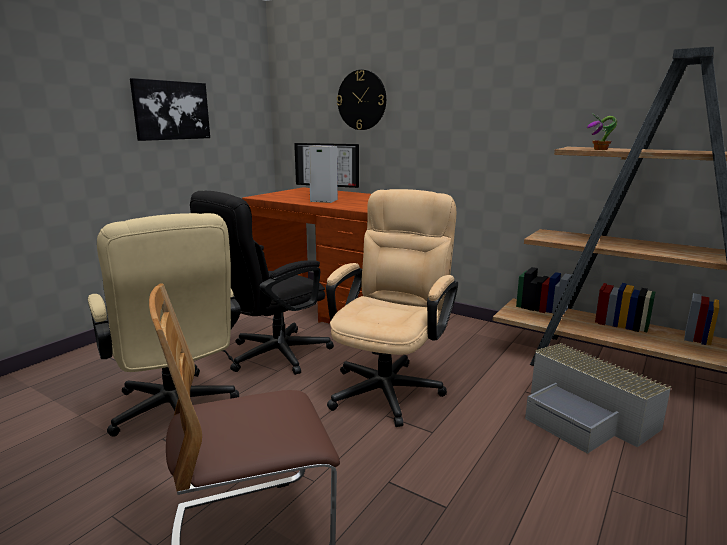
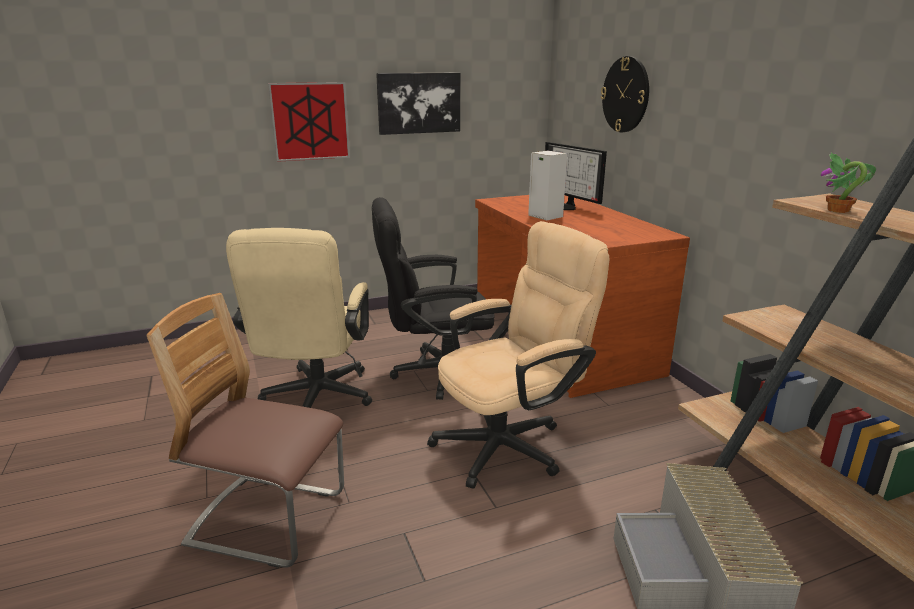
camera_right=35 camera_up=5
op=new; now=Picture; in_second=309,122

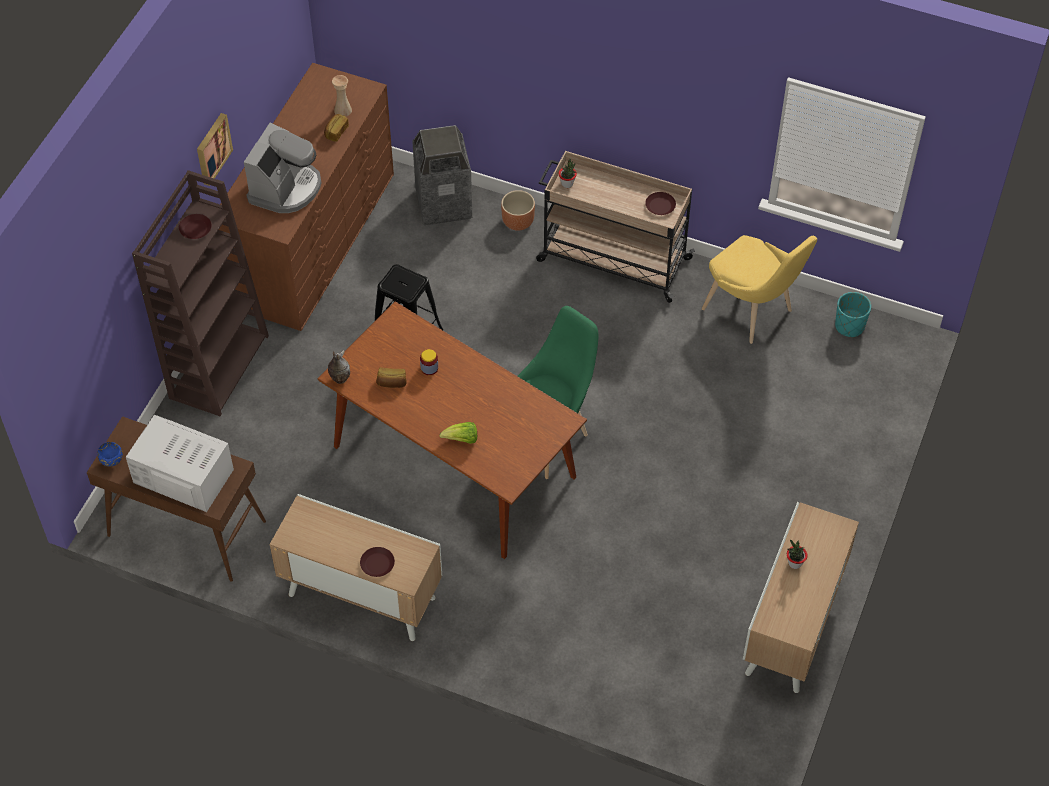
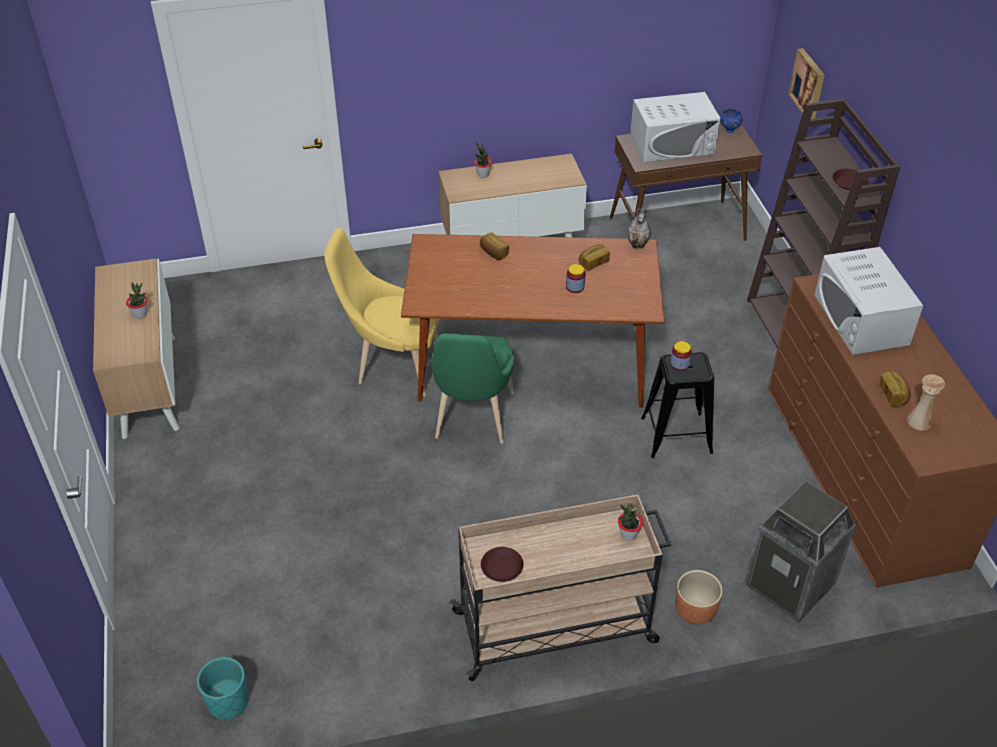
camera_right=145 camera_up=-10
op=shifted; was=YellowChair; in_first=759,289; in_second=382,312
op=swapped; was=BrownPlate; now=PottedPlant; in_first=377,562; in_second=483,160
op=swapped; was=Lettuce; now=Bread; in_first=458,433; in_second=494,246
op=new; now=Jar; in_second=681,356
op=shifted; was=Picture; in_first=215,149; in_second=806,83
op=swapped; was=CoffeeMachine; now=WhiteMicrowave; in_first=282,168; in_second=868,301

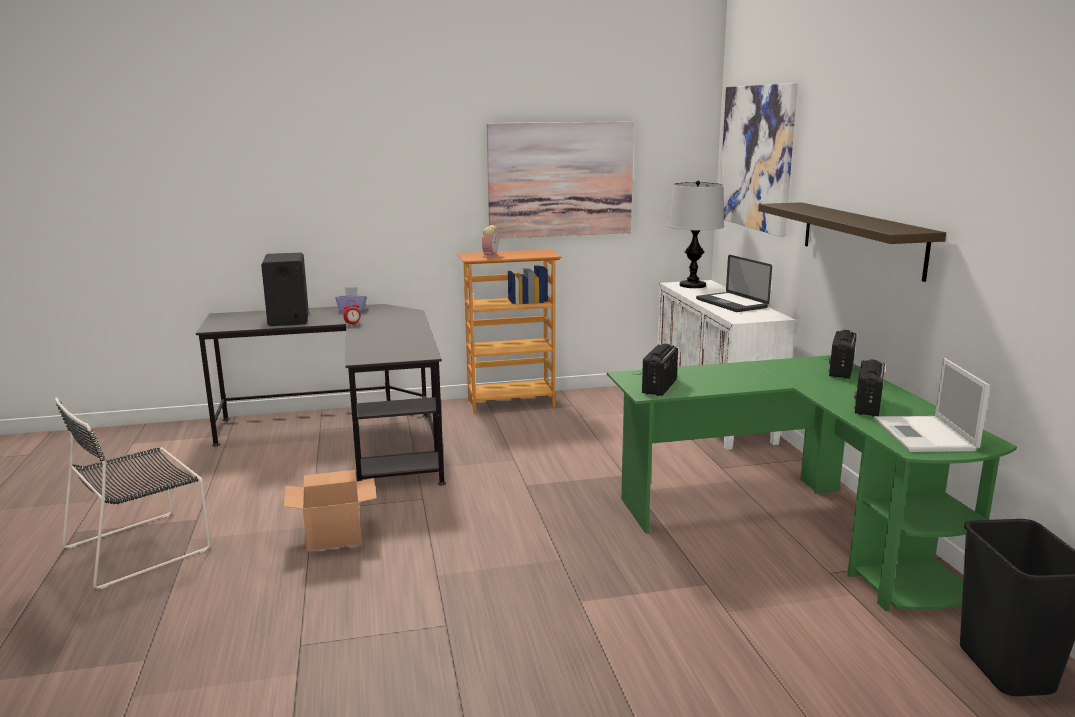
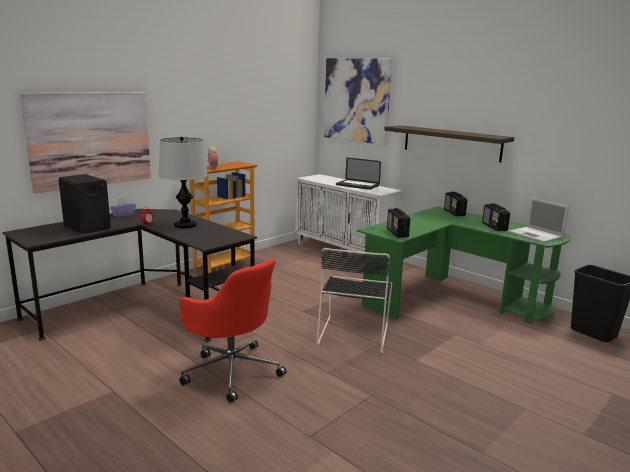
camera_right=-35 camera_up=0
op=shifted; was=Picture; in_first=560,179; in_second=85,142
op=shifted; was=TableLamp; in_first=696,234; in_second=183,183
op=swapped; was=CardboardBox; now=RedOfficeChair; in_first=330,510; in_second=232,331
op=shifted; was=BlackChair; in_first=132,493; in_second=354,300

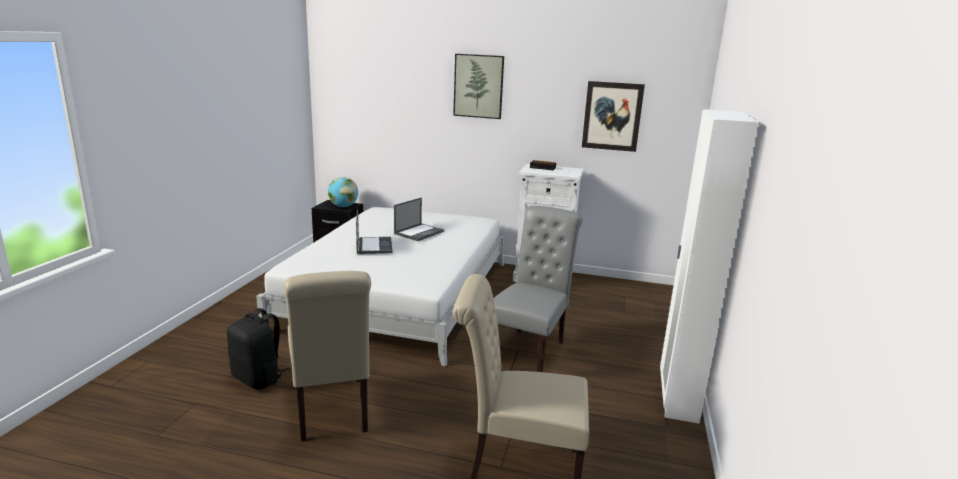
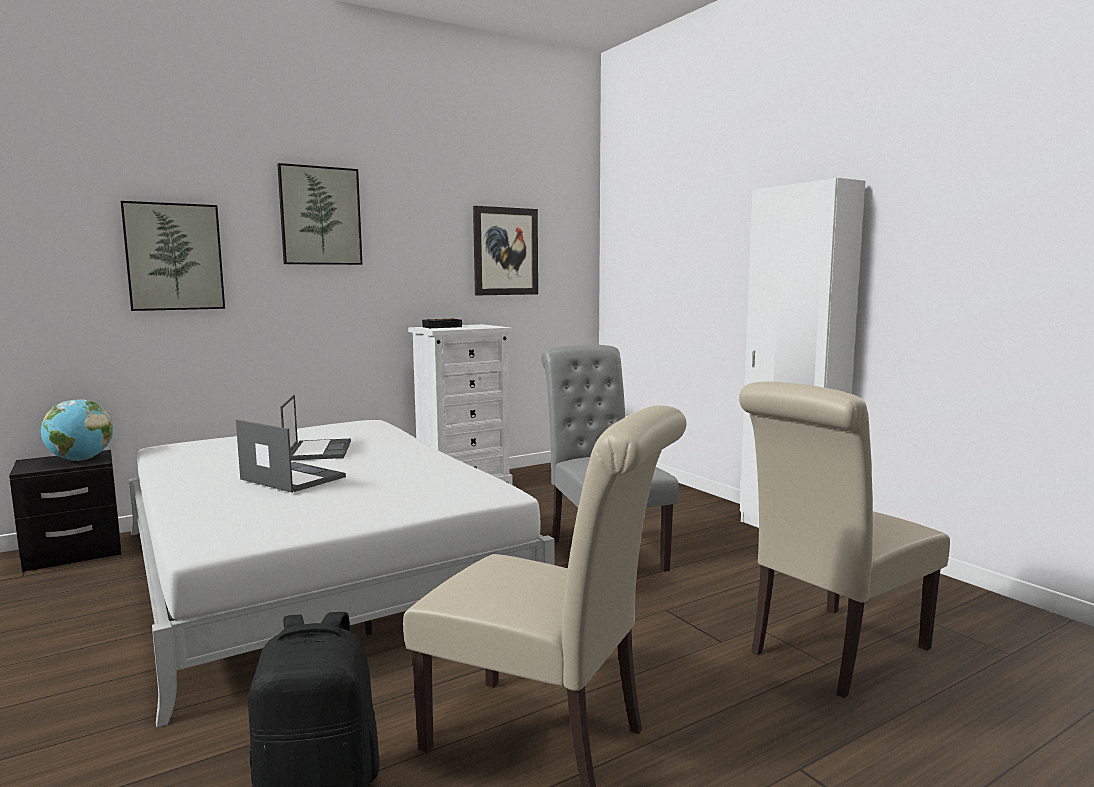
camera_right=-45 camera_up=-10
op=new; now=Picture; in_second=172,256

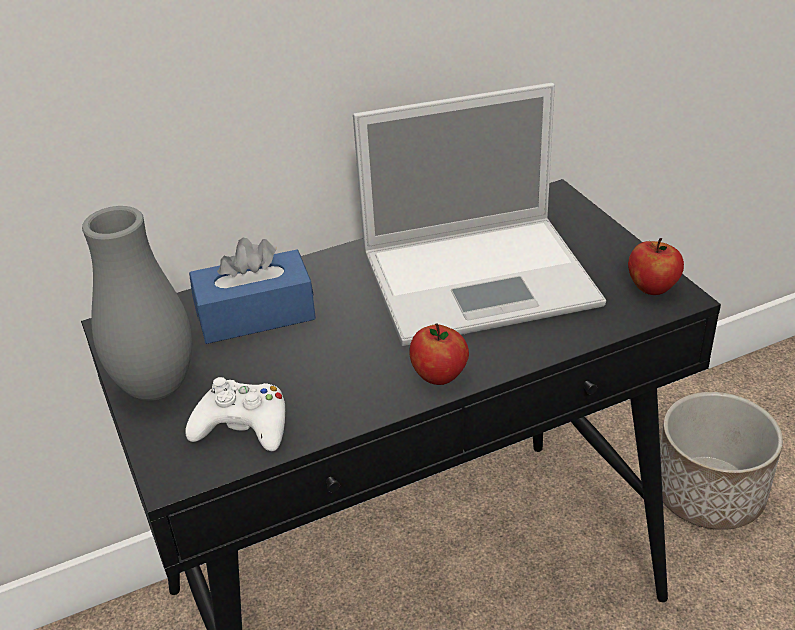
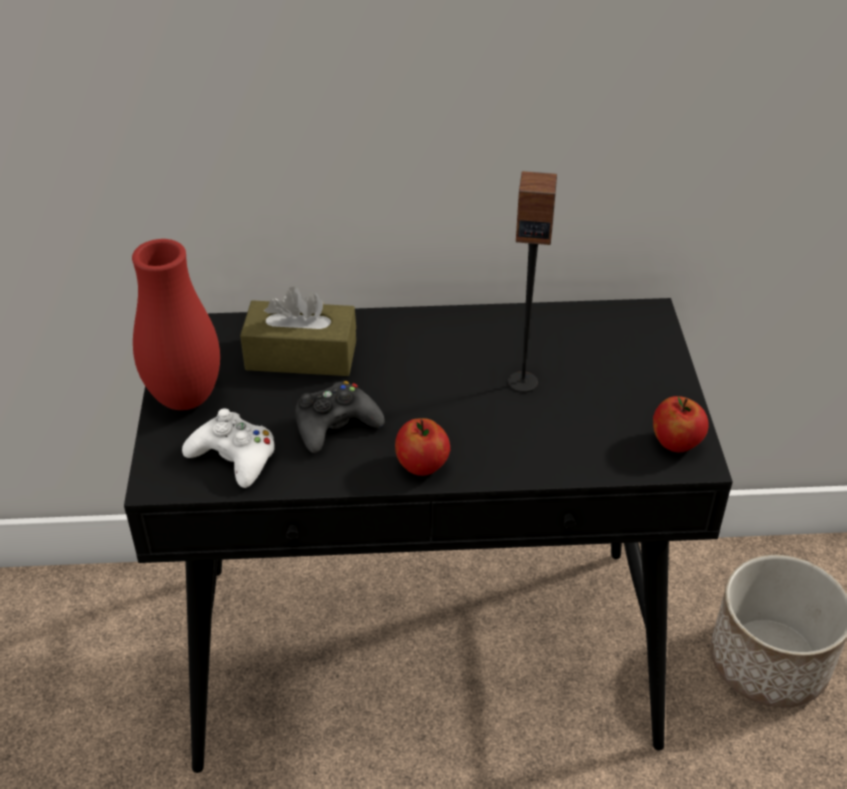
camera_right=20 camera_up=5
op=repainted; was=GreyVase; now=RedVase; in_first=137,303; in_second=176,324
op=repainted; was=BlueTissueBox; now=BrownTissueBox; in_first=252,291; in_second=298,331
op=new; now=BlackGameController; in_second=340,417
op=swapped; was=Laptop; now=Speaker; in_first=479,214; in_second=532,281

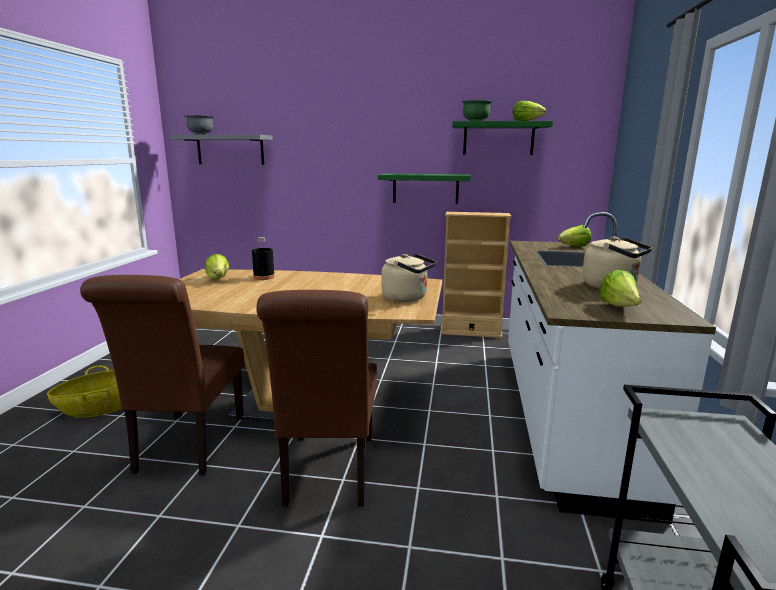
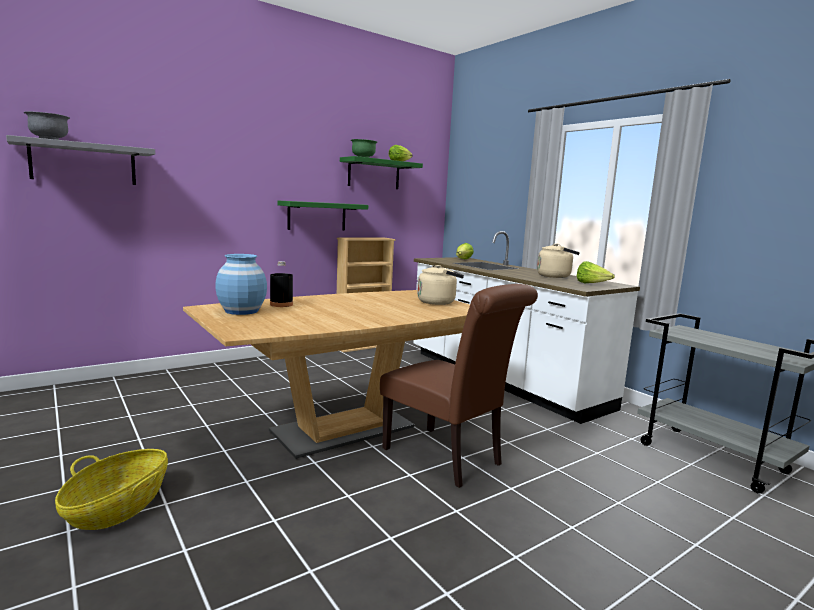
camera_right=-45 camera_up=-5
op=swapped; was=Lettuce; now=BlueVase; in_first=217,266; in_second=241,284
op=gone; was=BrownChair; in_first=162,375

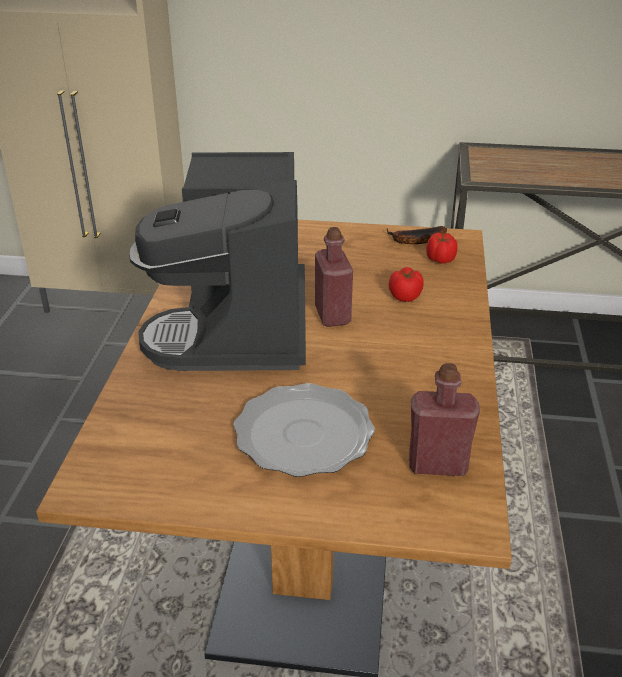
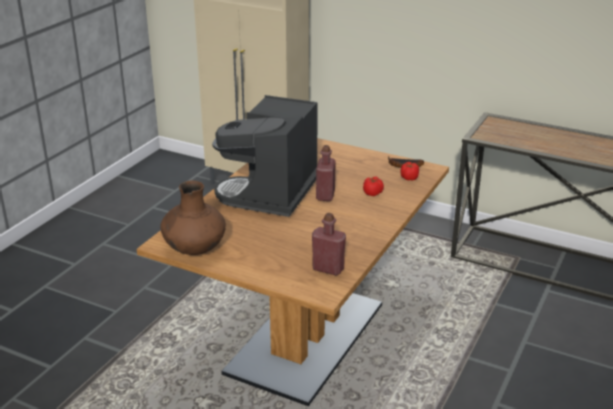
camera_right=20 camera_up=-5
op=new; now=BrownVase; in_second=193,218
op=gone; was=Plate; in_first=304,430

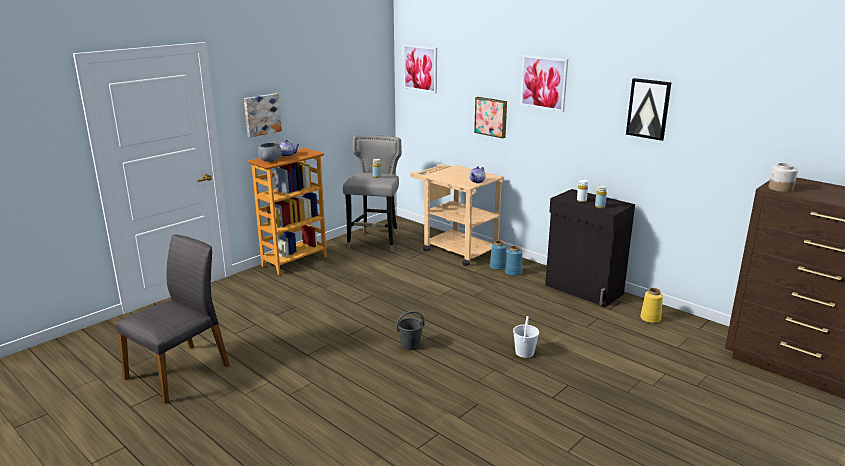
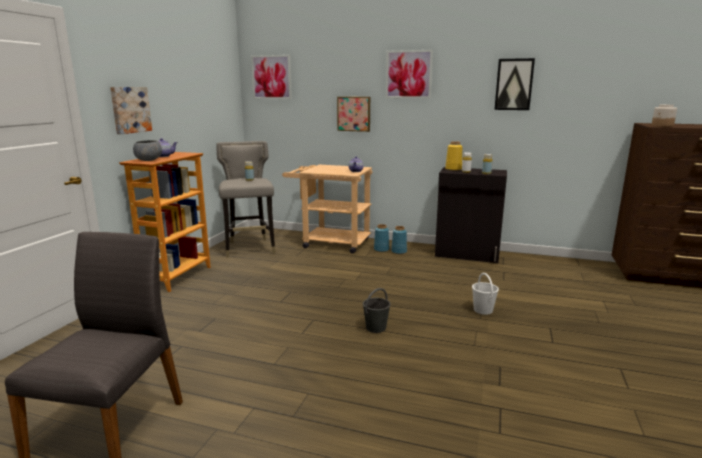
camera_right=-25 camera_up=-5
op=shifted; was=YellowVase; in_first=651,305; in_second=453,156

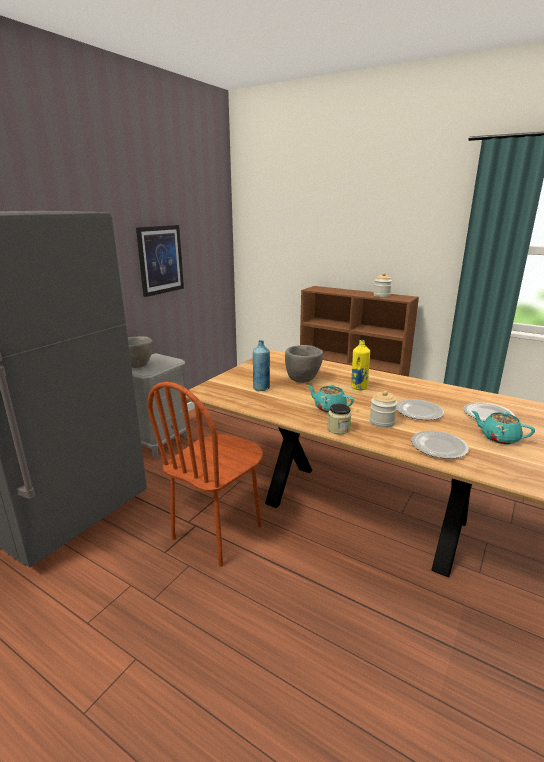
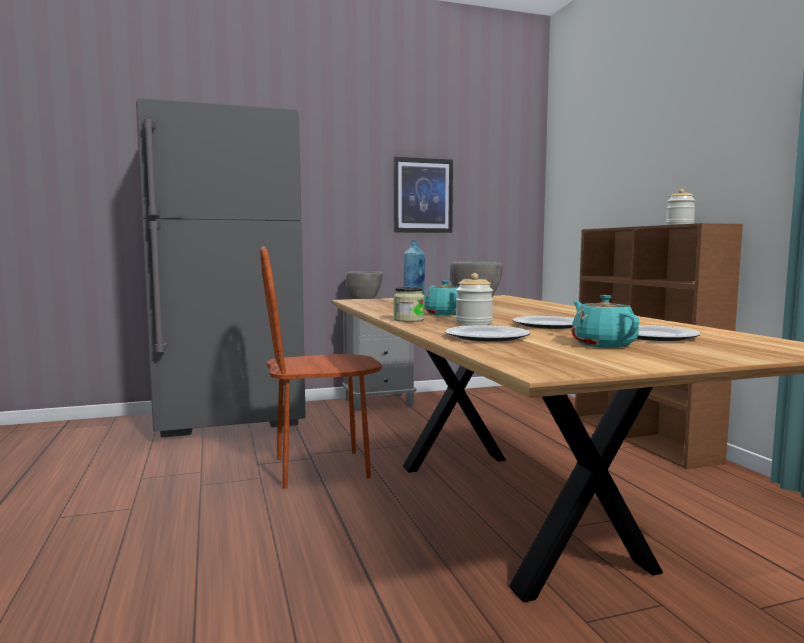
camera_right=40 camera_up=-15
op=gone; was=YellowBottle; in_first=360,365

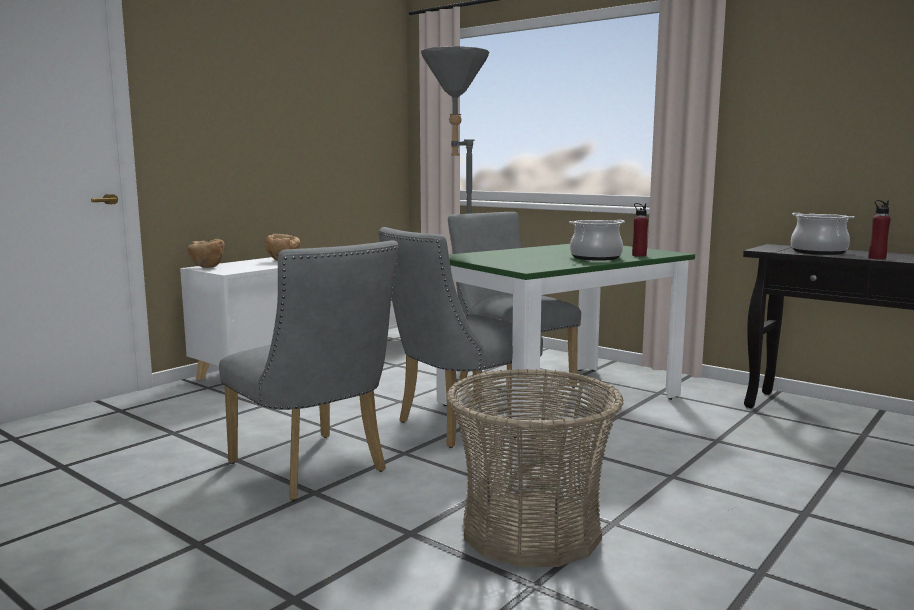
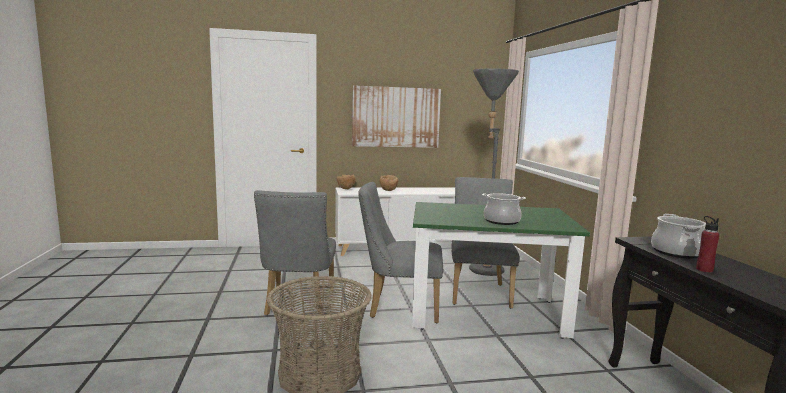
camera_right=40 camera_up=0
op=new; now=Picture; in_second=396,116
op=gone; was=RedBottle; in_first=640,230

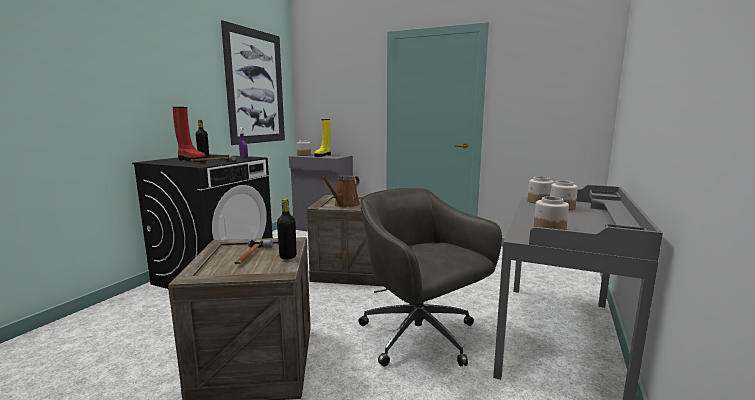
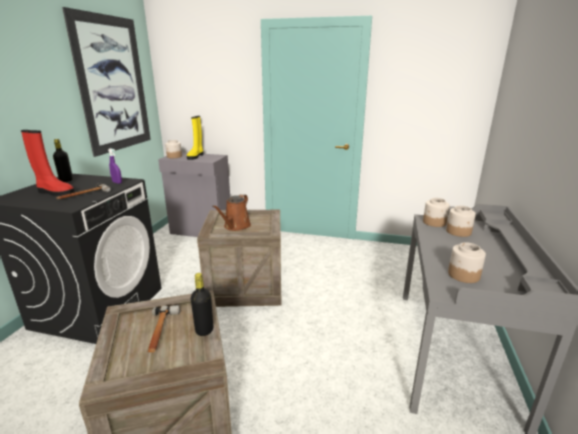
camera_right=-10 camera_up=10
op=gone; was=GreyOfficeChair; in_first=430,277

